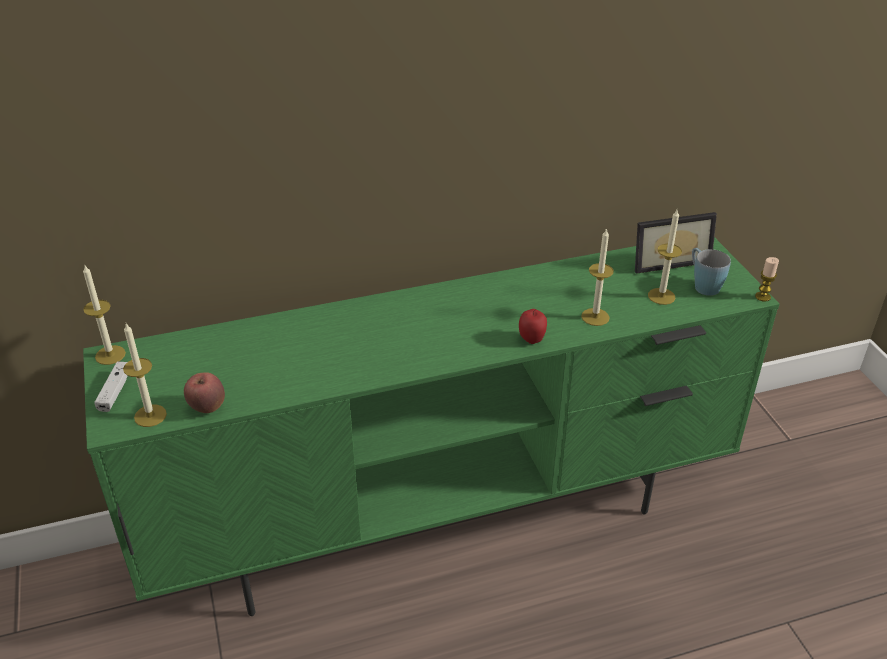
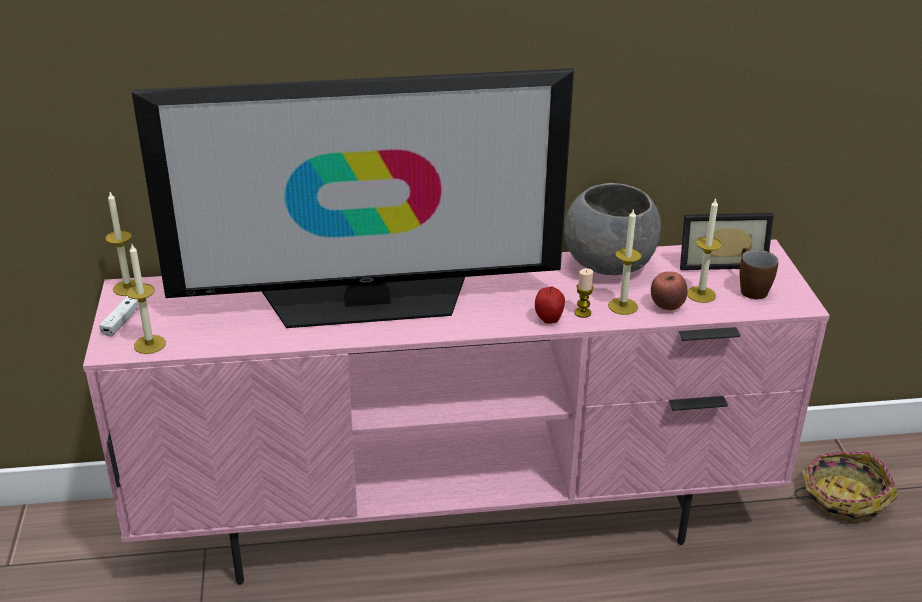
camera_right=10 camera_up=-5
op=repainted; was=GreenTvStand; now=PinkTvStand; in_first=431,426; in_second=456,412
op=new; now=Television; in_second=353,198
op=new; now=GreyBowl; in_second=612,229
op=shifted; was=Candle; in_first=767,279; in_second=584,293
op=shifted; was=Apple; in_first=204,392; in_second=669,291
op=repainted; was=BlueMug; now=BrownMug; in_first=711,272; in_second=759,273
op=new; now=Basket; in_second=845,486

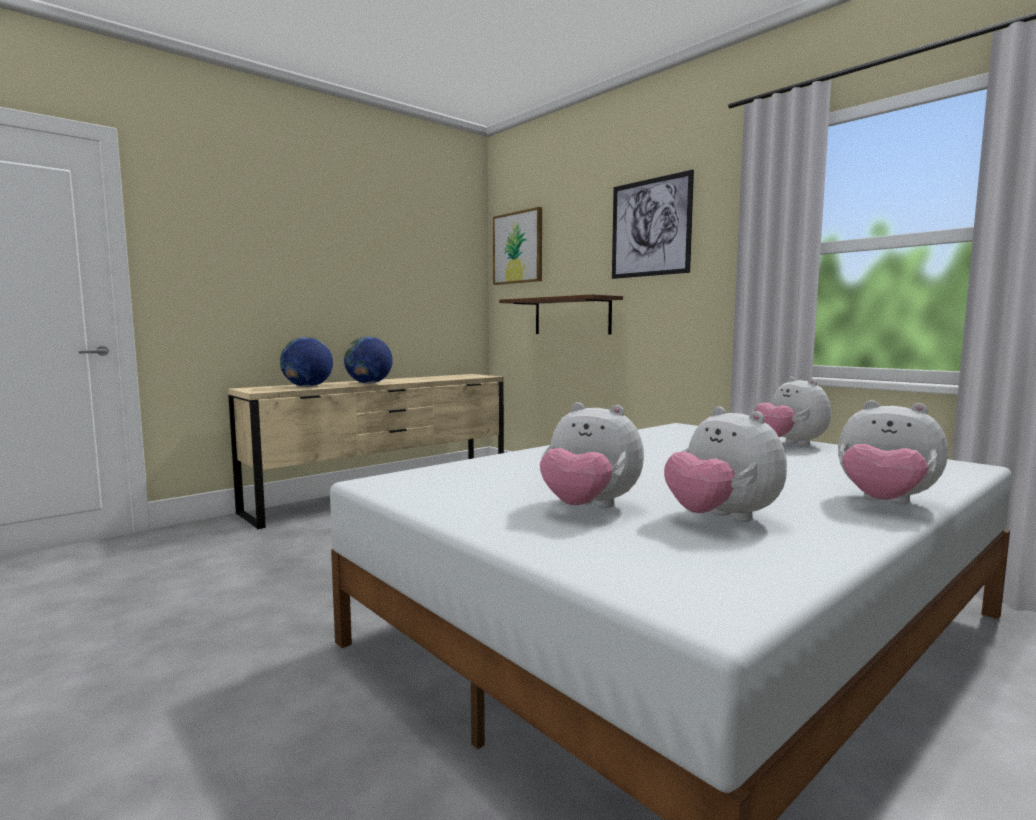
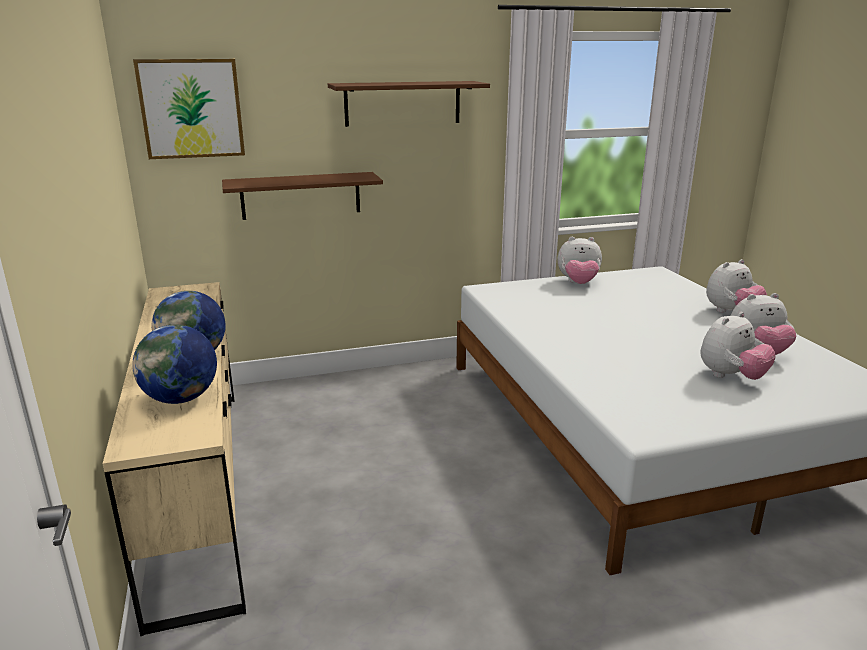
camera_right=-65 camera_up=15
op=swapped; was=Picture; now=BrownShelf; in_first=653,224; in_second=409,104

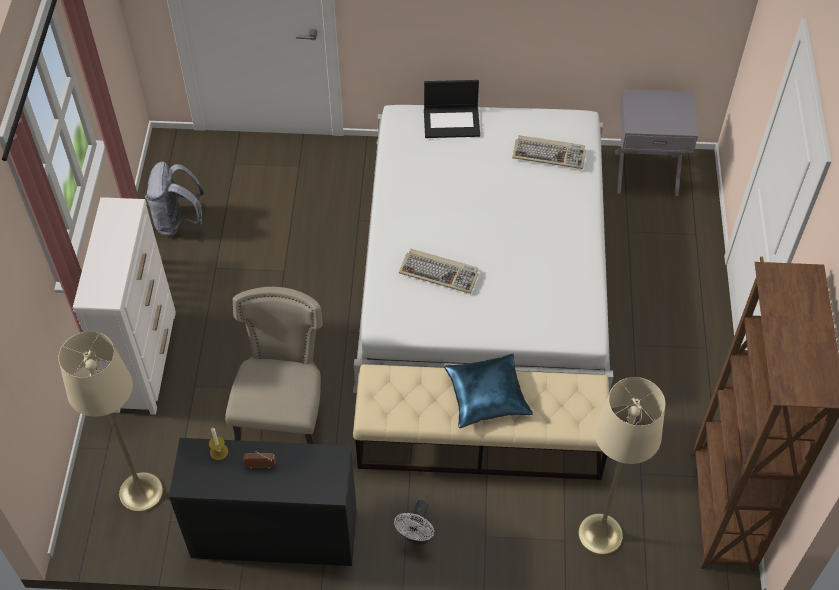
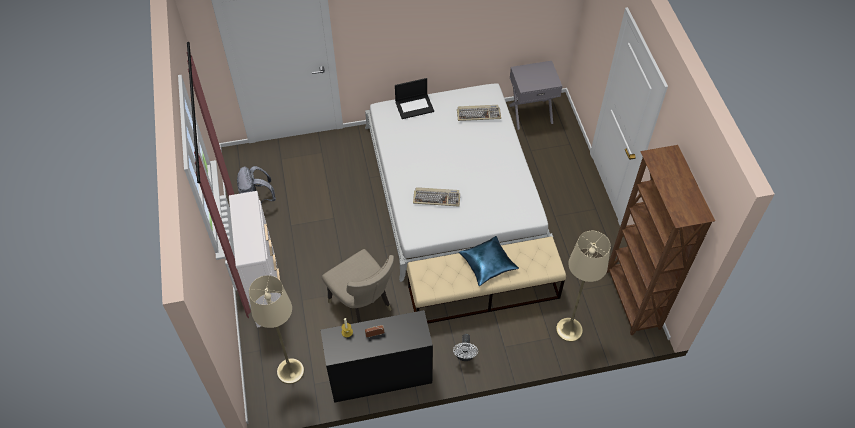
camera_right=-15 camera_up=0
op=rotated; was=BeigeChair; in_first=274,365; in_second=358,286; clockwise=150

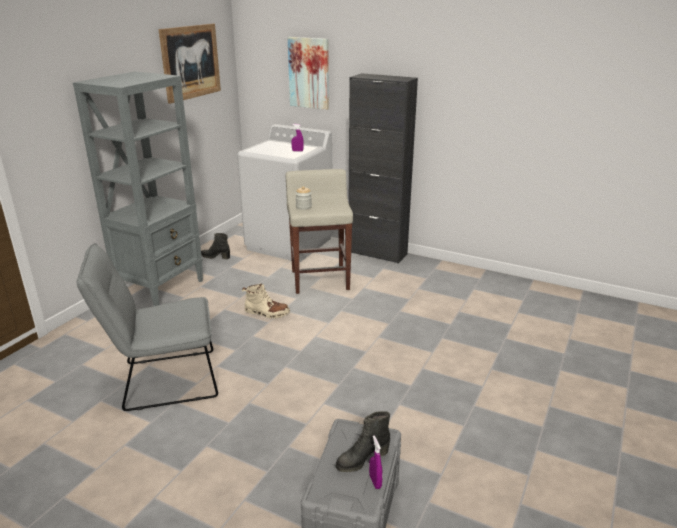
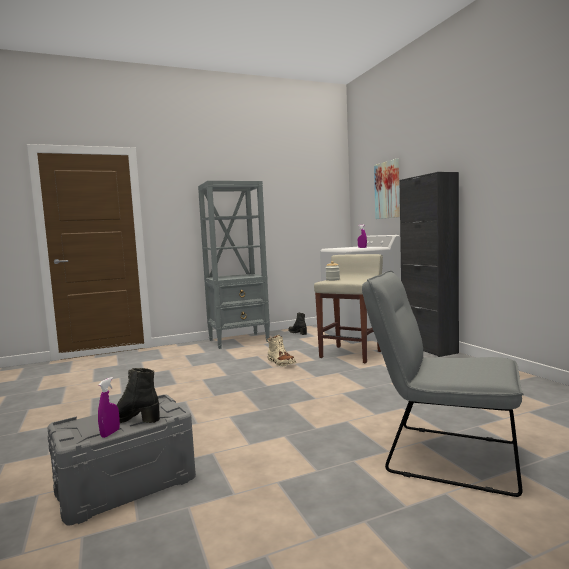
camera_right=40 camera_up=-20
op=shifted; was=GreyChair; in_first=147,327; in_second=443,384
op=gone; was=Picture; in_first=189,64

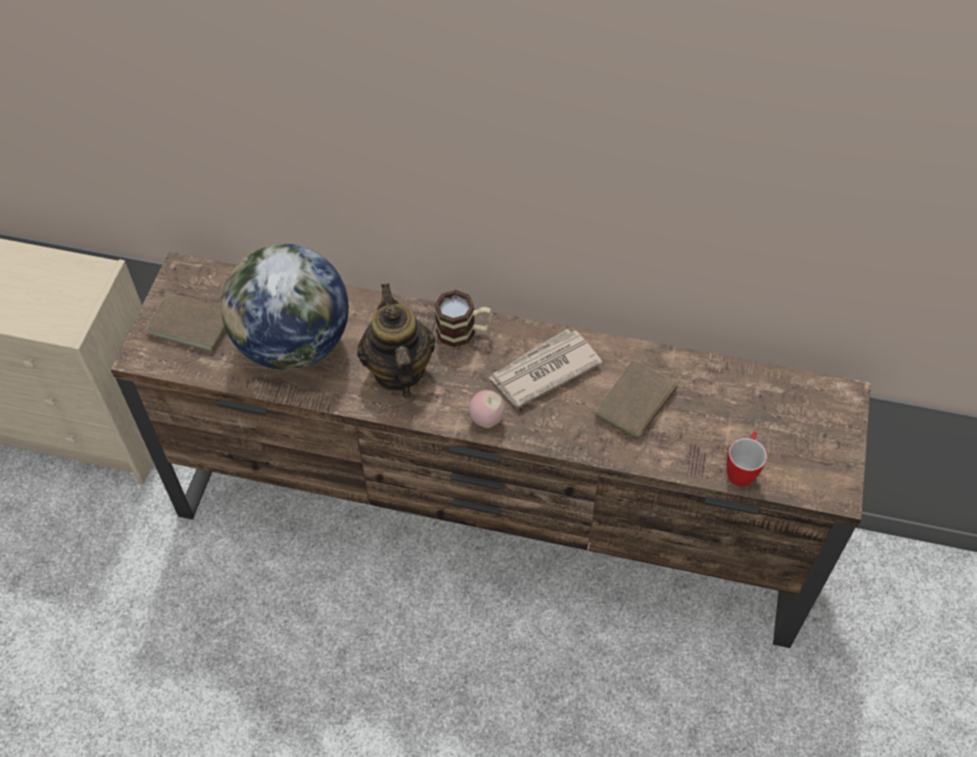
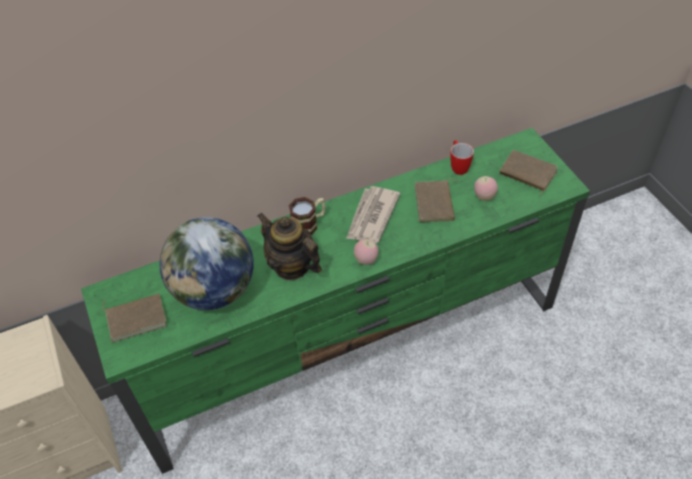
camera_right=-35 camera_up=-5
op=repainted; was=BrownTvStand; now=GreenTvStand; in_first=490,450; in_second=335,301
op=shifted; was=Mug; in_first=747,459; in_second=462,157
op=new; now=Apple; in_second=486,188
op=new; now=BrownBook; in_second=529,172

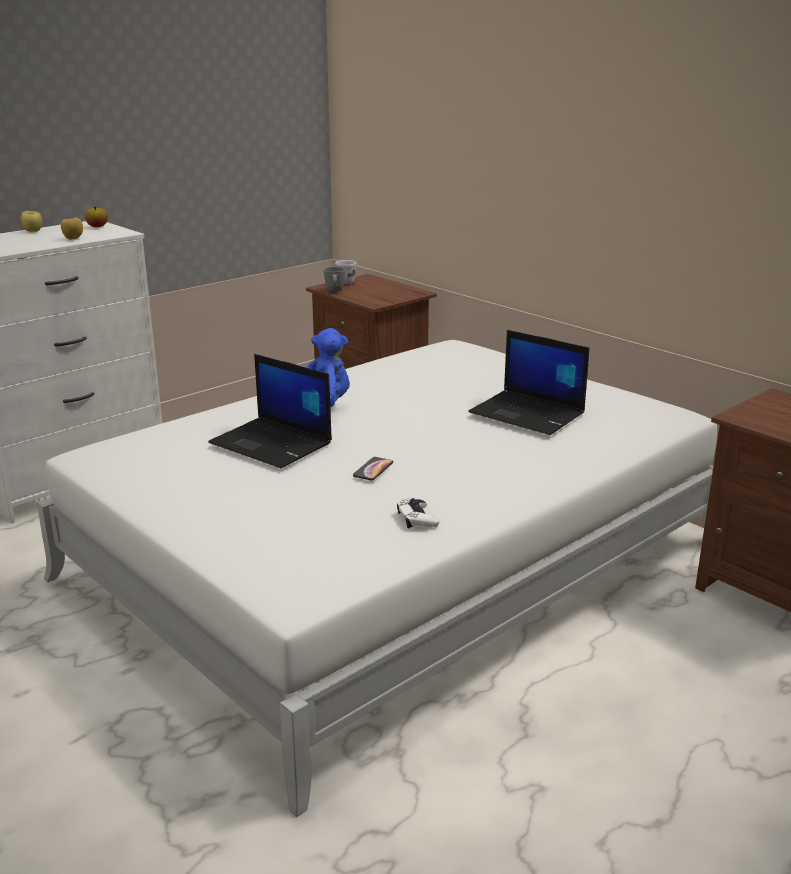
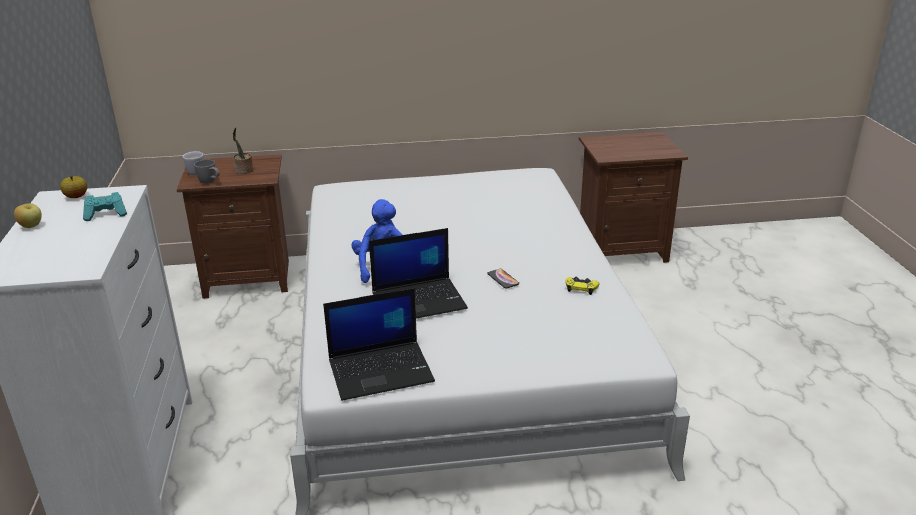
camera_right=-55 camera_up=5
op=swapped; was=Apple; now=TurquoiseGameController; in_first=72,229; in_second=105,206
op=new; now=PottedPlant; in_second=243,150
op=shifted; was=Laptop; in_first=529,382; in_second=379,344
op=repainted; was=WhiteGameController; now=YellowGameController; in_first=418,513; in_second=582,286

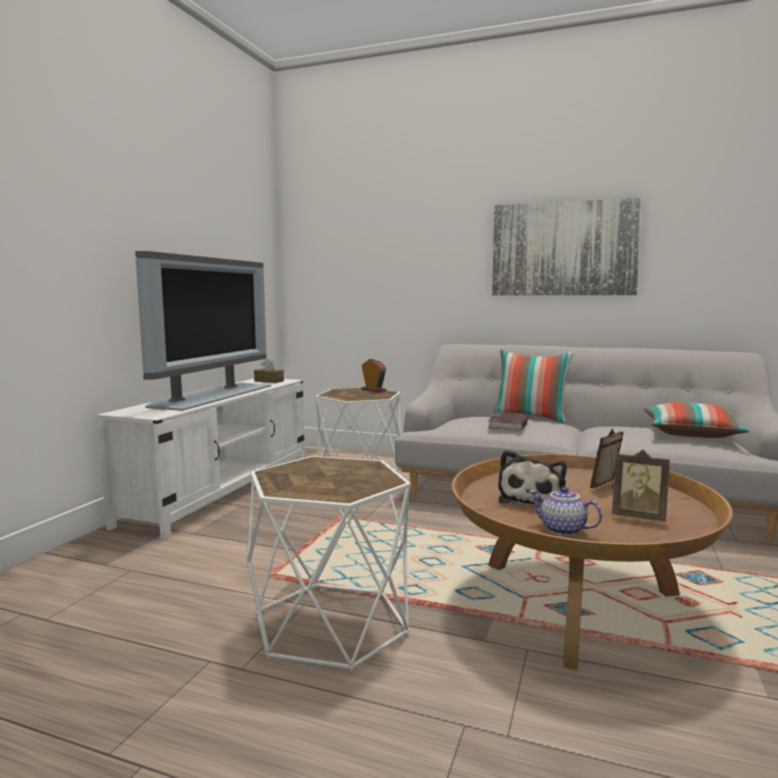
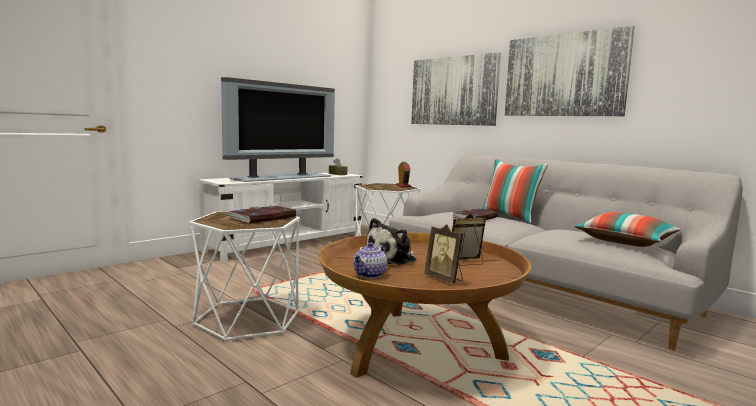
camera_right=25 camera_up=0
op=new; now=Book; in_second=262,215
op=rotated; was=Teapot; in_first=565,511; in_second=370,261; clockwise=-120
op=new; now=Picture; in_second=456,89

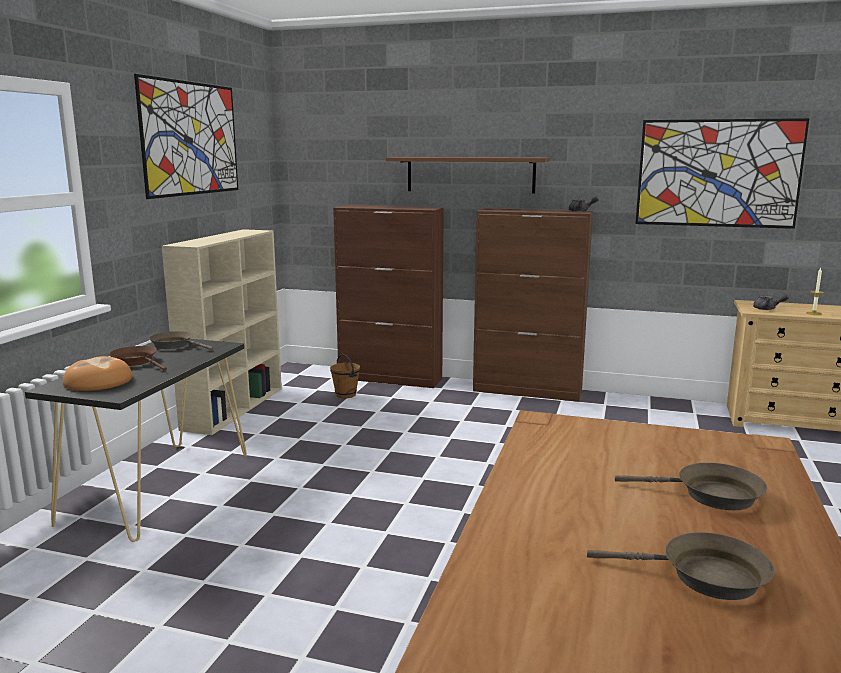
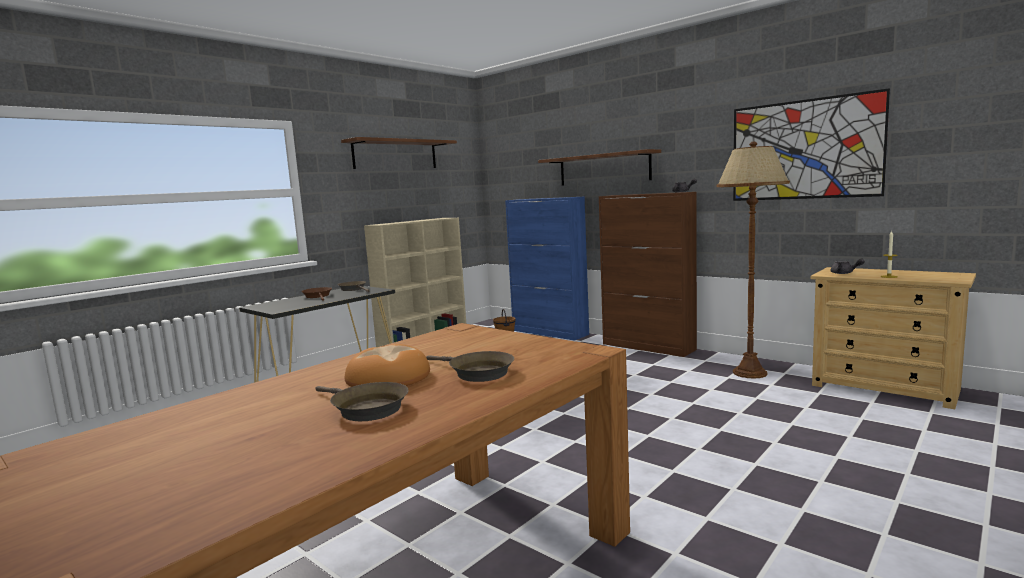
camera_right=25 camera_up=-5
op=swapped; was=Picture; now=BrownShelf; in_first=186,136; in_second=399,153
op=shifted; was=Bread; in_first=97,373; in_second=387,365
op=repainted; was=BrownCabinet; now=BlueCabinet; in_first=388,296; in_second=547,269
op=new; now=BrownFloorLamp; in_second=753,260

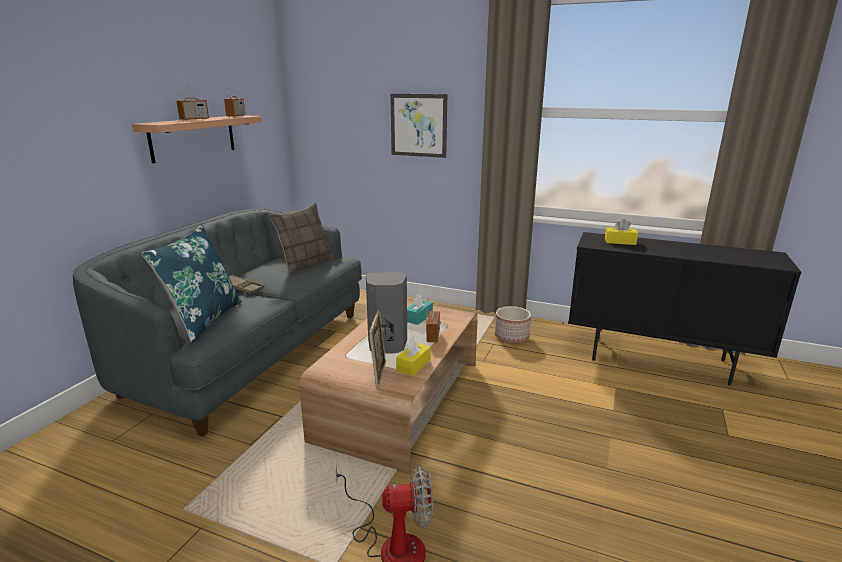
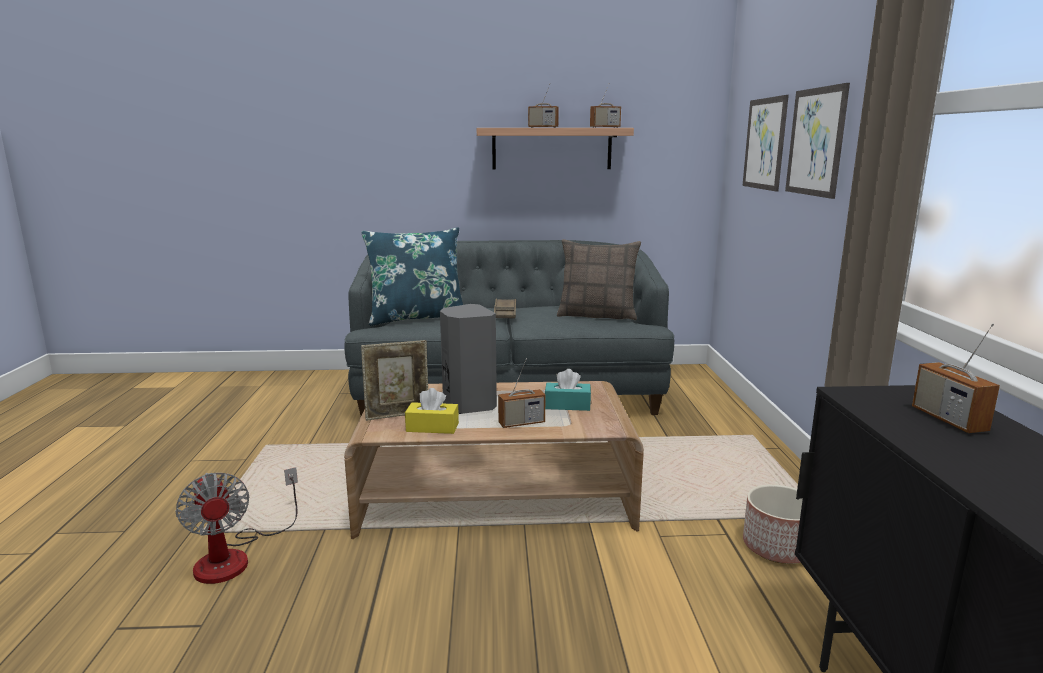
camera_right=65 camera_up=-5
op=new; now=Picture; in_second=765,143
op=swapped; was=YellowTissueBox; now=Radio; in_first=621,232; in_second=956,378

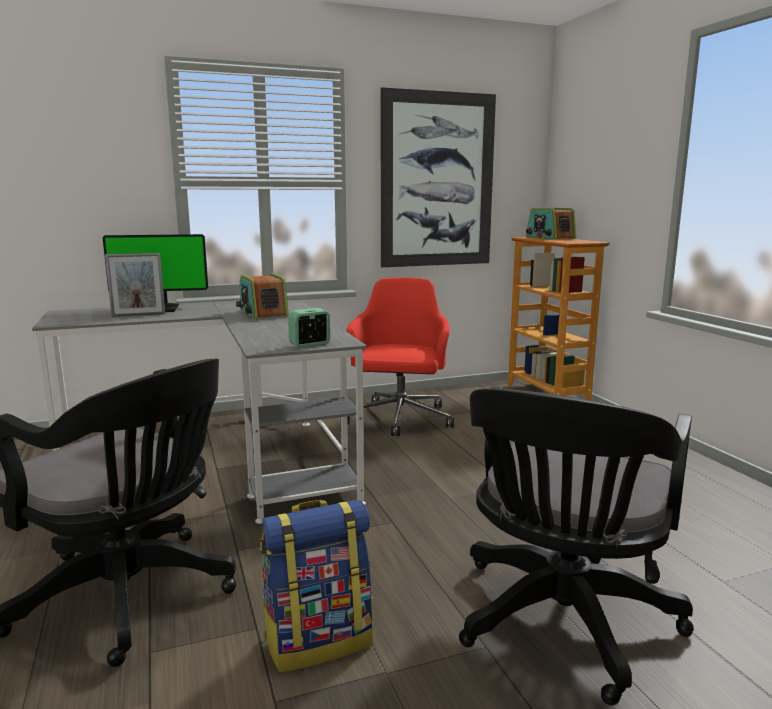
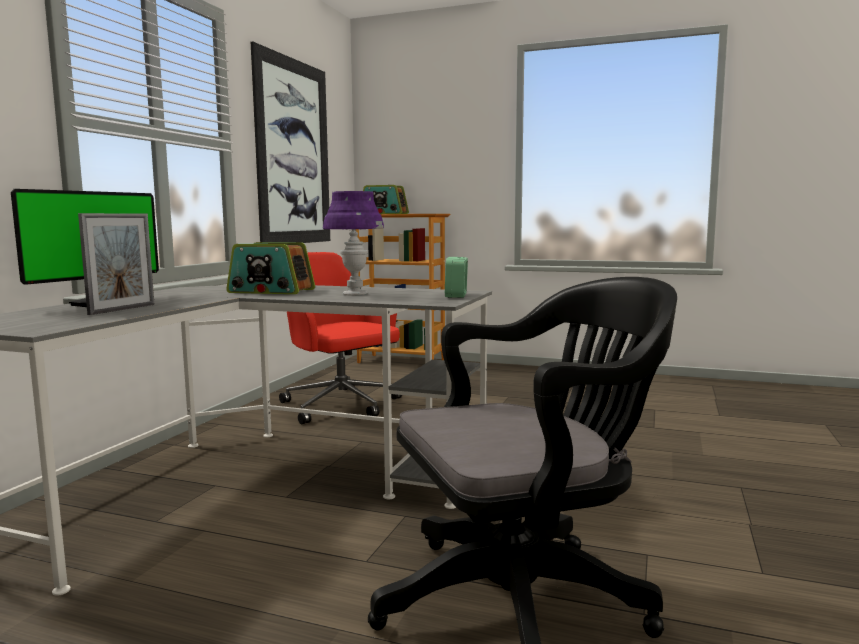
camera_right=-50 camera_up=-5
op=new; now=PurpleTableLamp; in_second=353,243
op=gone; was=Backpack; in_first=316,586
op=gone; was=BlackOfficeChair; in_first=576,546

